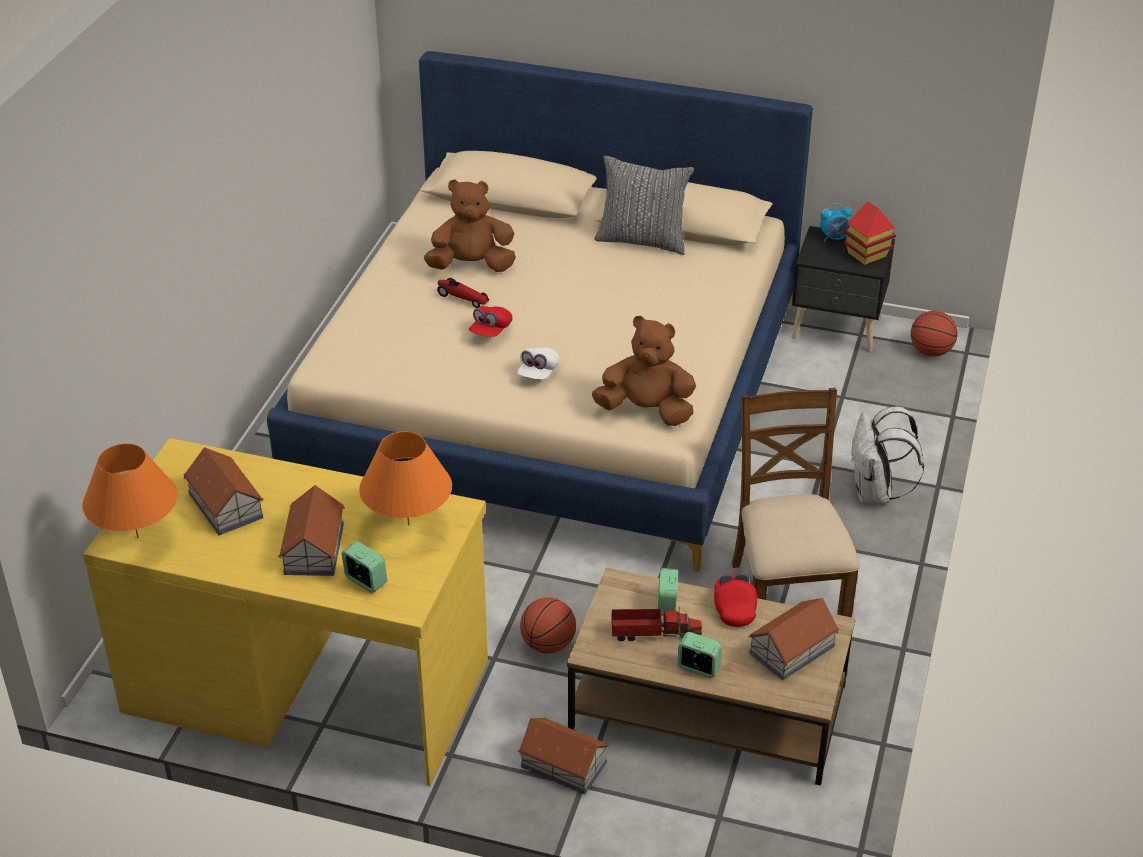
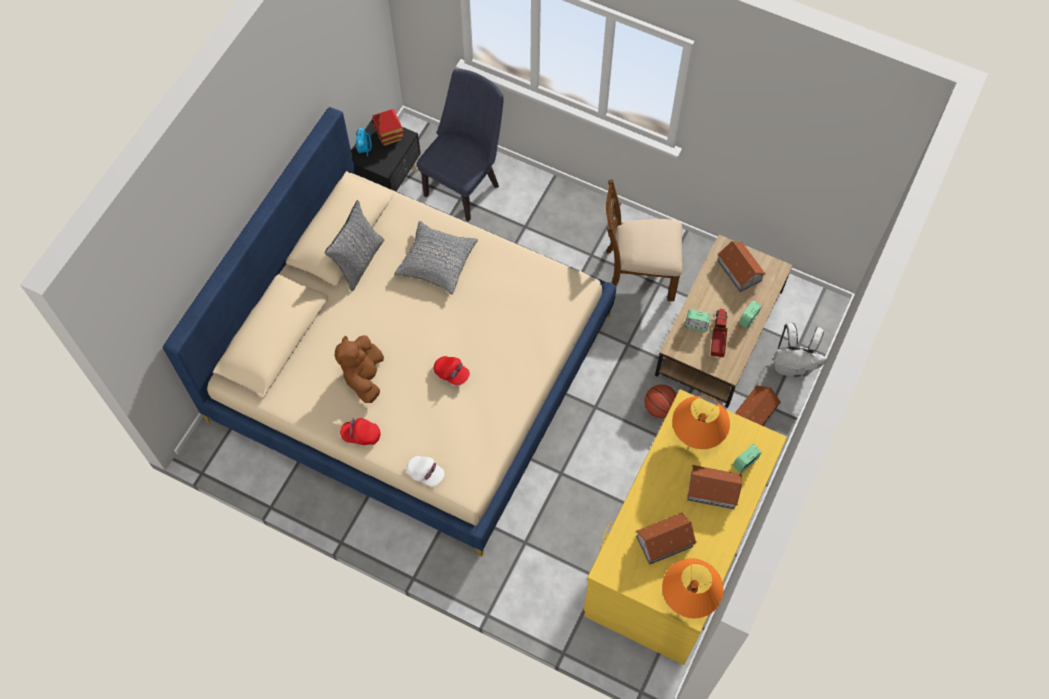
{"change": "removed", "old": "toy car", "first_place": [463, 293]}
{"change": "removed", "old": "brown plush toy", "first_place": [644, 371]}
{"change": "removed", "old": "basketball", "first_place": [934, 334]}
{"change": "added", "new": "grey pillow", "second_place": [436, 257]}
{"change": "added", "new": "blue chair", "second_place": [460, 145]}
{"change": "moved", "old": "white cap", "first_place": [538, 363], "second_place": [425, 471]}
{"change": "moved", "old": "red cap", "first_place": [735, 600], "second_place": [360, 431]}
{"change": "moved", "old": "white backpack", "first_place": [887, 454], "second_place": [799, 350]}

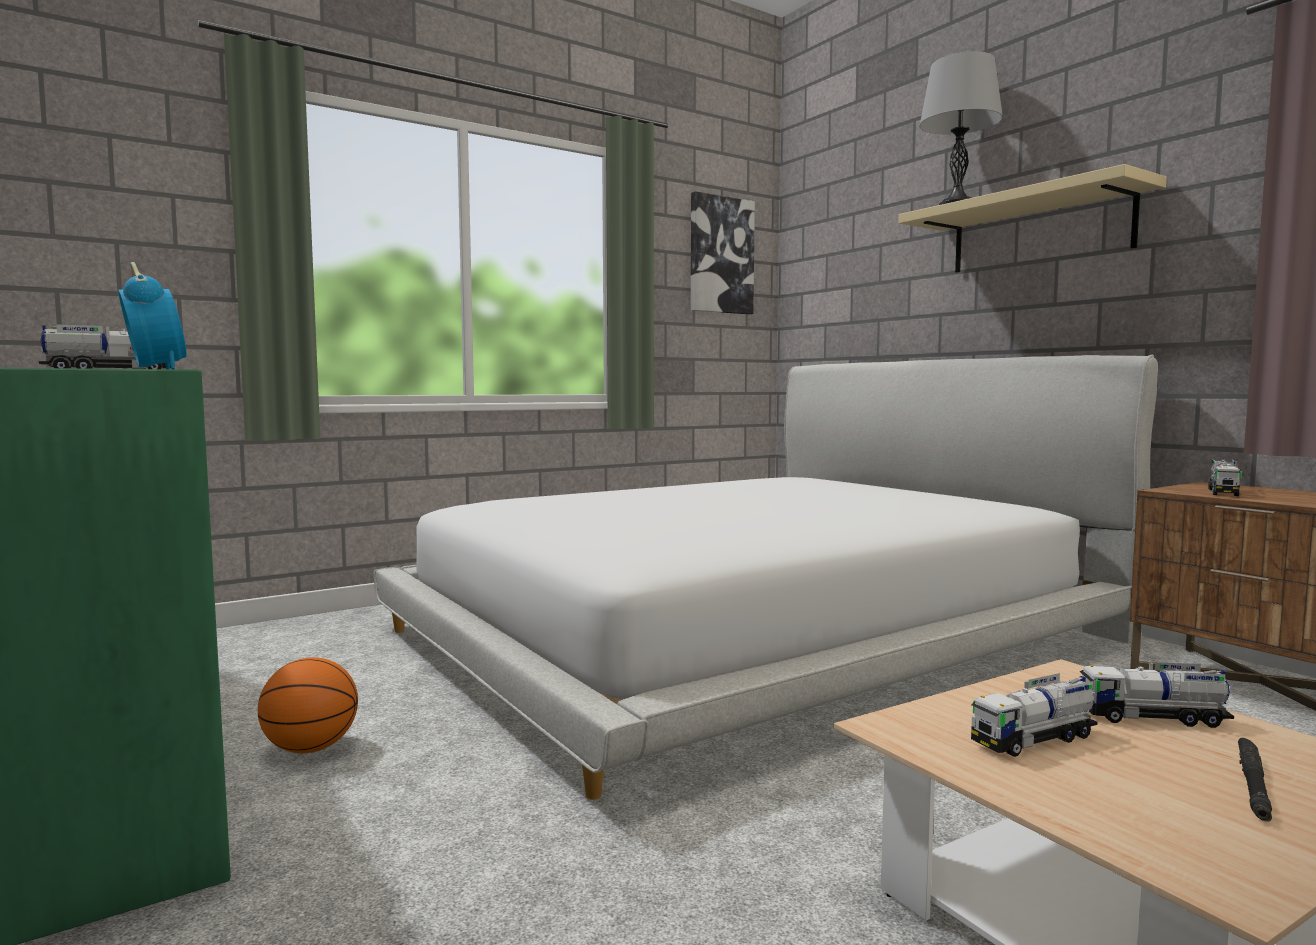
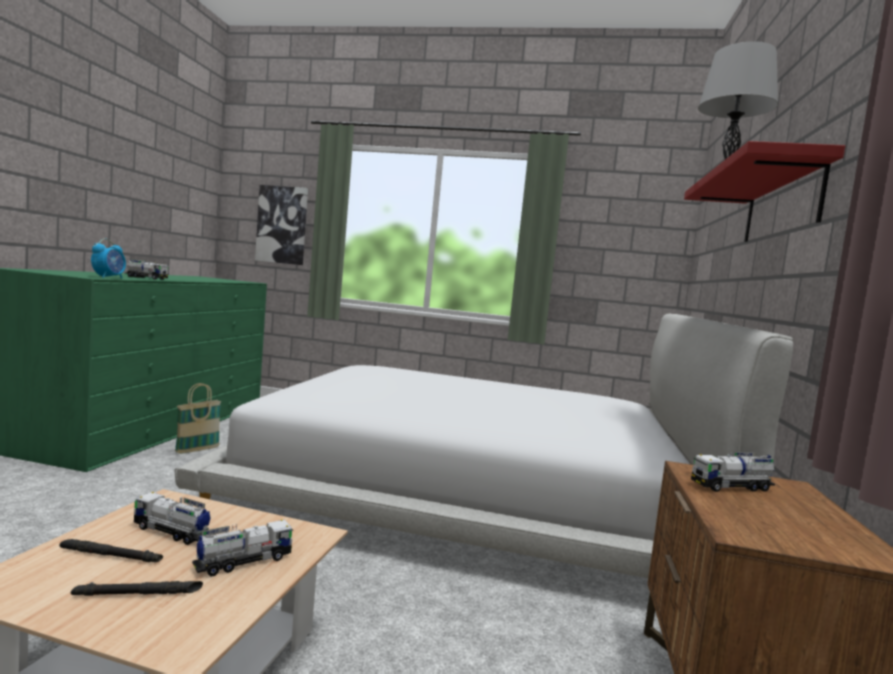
{"change": "added", "new": "black flashlight", "second_place": [111, 550]}
{"change": "moved", "old": "picture", "first_place": [723, 252], "second_place": [281, 225]}
{"change": "replaced", "old": "basketball", "new": "basket", "first_place": [308, 705], "second_place": [198, 418]}
{"change": "recoloured", "old": "beige shelf", "new": "red shelf", "first_place": [1032, 218], "second_place": [764, 191]}
{"change": "turned", "old": "toy truck", "first_place": [1157, 695], "second_place": [243, 548], "degrees": 90}

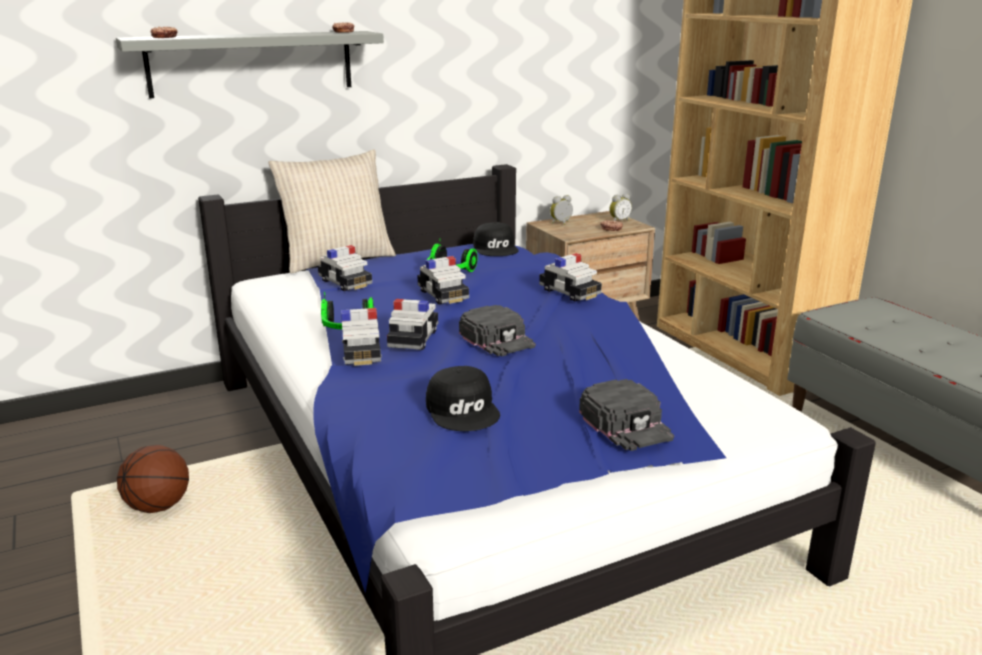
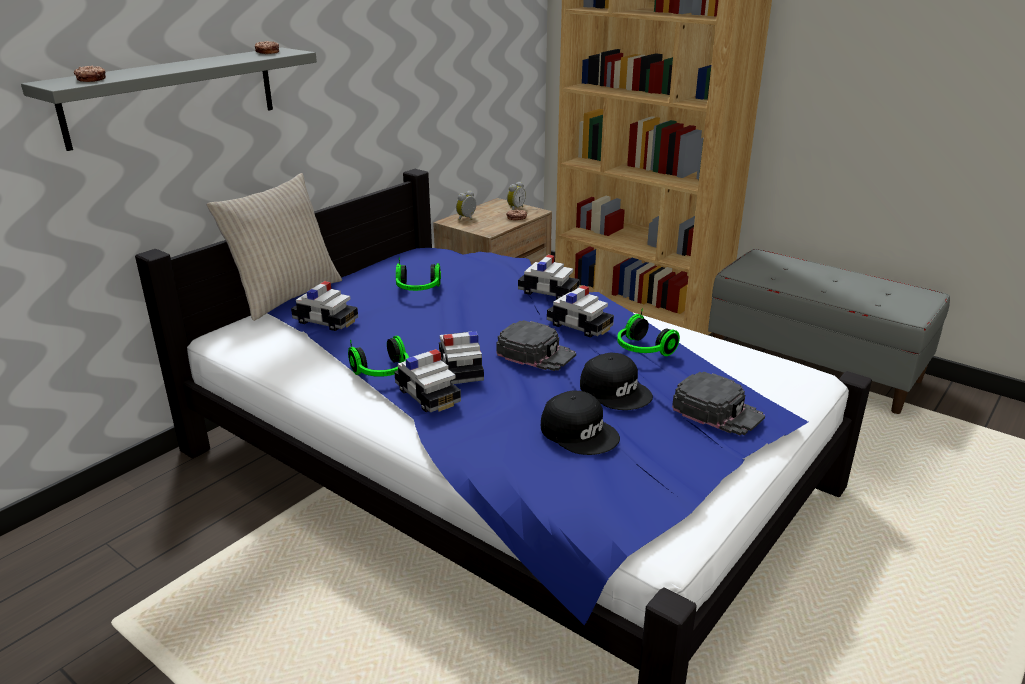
{"change": "removed", "old": "basketball", "first_place": [153, 479]}
{"change": "added", "new": "headphones", "second_place": [648, 332]}
{"change": "moved", "old": "toy car", "first_place": [443, 280], "second_place": [580, 311]}
{"change": "moved", "old": "black cap", "first_place": [496, 239], "second_place": [616, 381]}

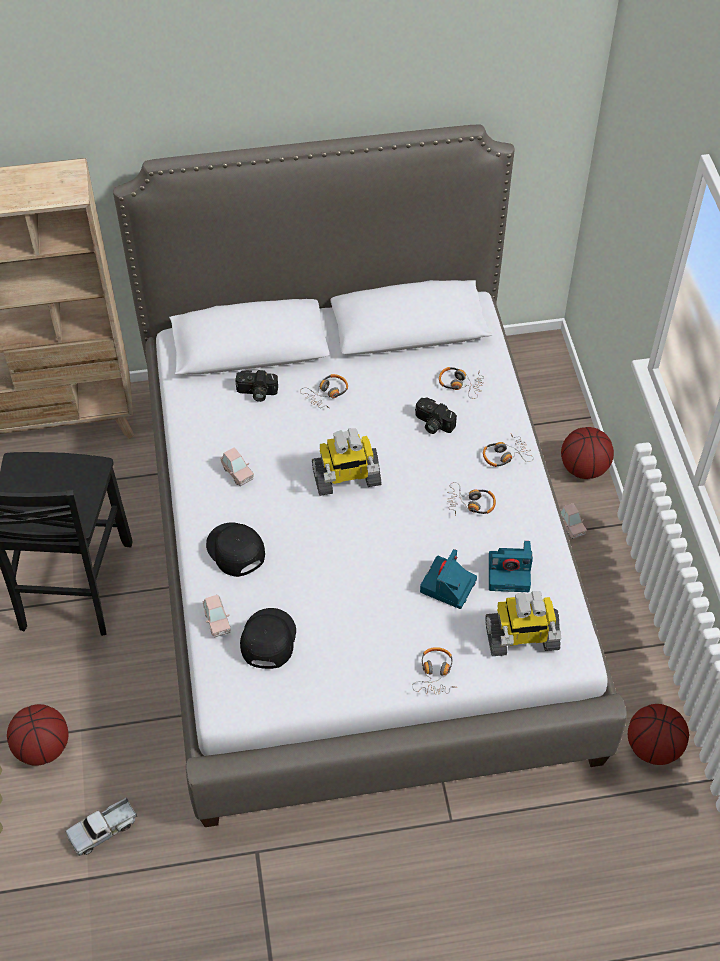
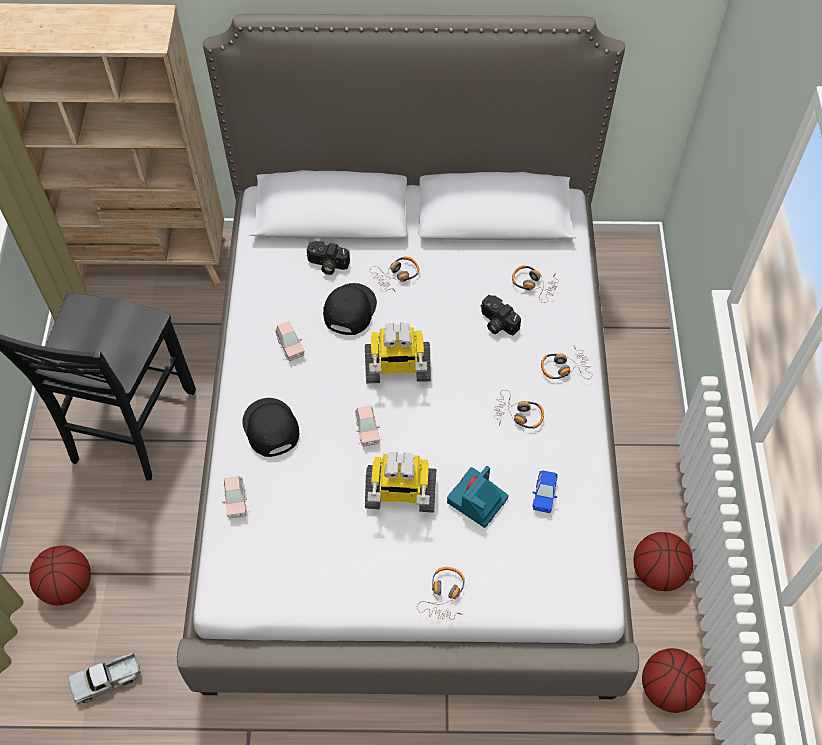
{"change": "moved", "old": "black cap", "first_place": [268, 638], "second_place": [350, 309]}
{"change": "moved", "old": "toy robot", "first_place": [523, 623], "second_place": [400, 482]}
{"change": "moved", "old": "pink toy car", "first_place": [573, 521], "second_place": [367, 426]}
{"change": "moved", "old": "basketball", "first_place": [587, 453], "second_place": [663, 561]}
{"change": "replaced", "old": "photo camera", "new": "blue toy car", "first_place": [511, 566], "second_place": [545, 491]}

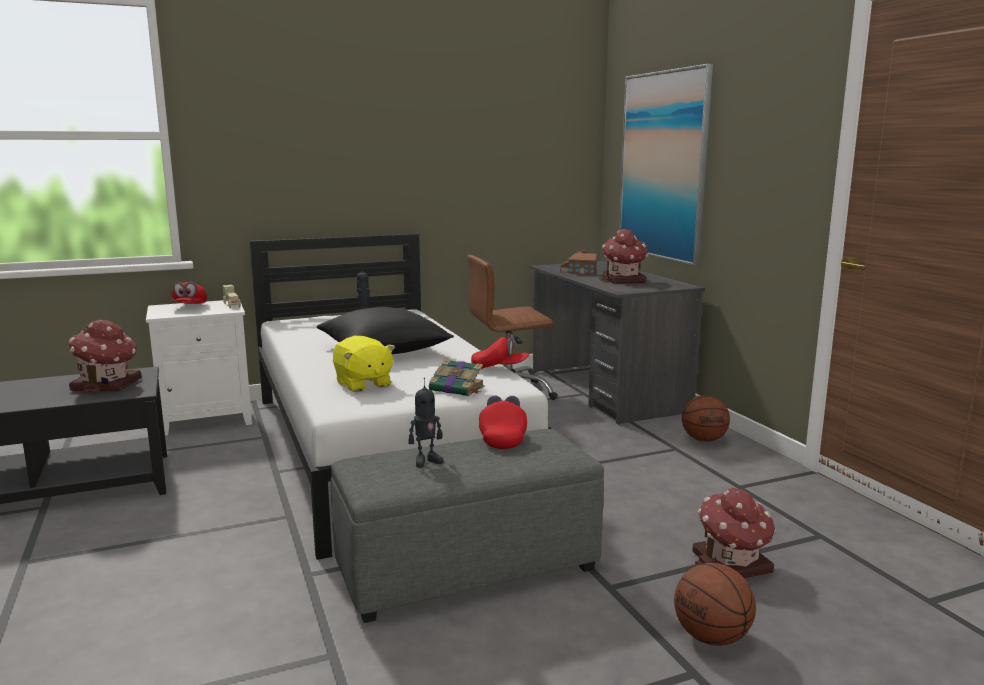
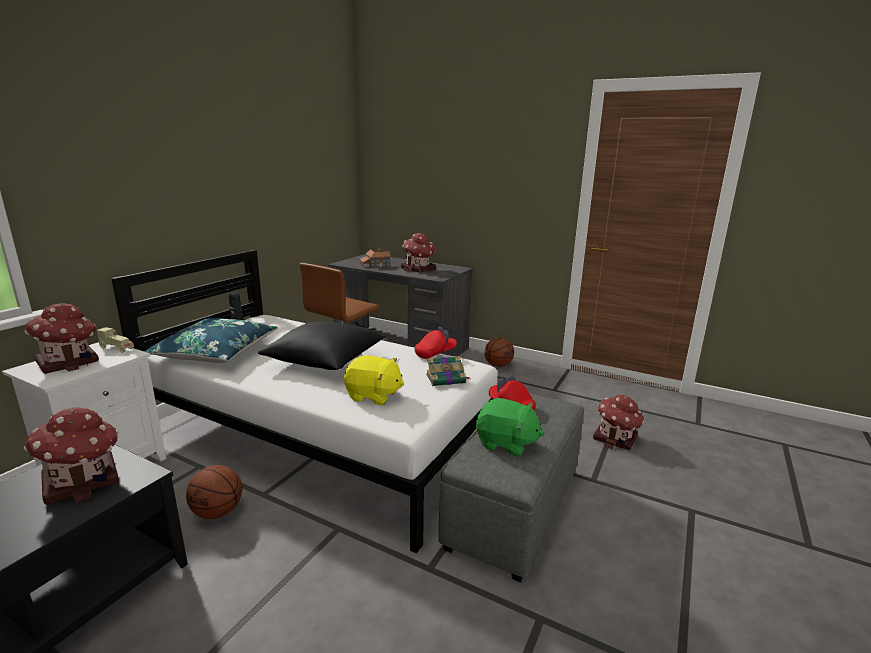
{"change": "removed", "old": "picture", "first_place": [666, 165]}
{"change": "added", "new": "blue pillow", "second_place": [211, 340]}
{"change": "moved", "old": "basketball", "first_place": [715, 604], "second_place": [214, 492]}
{"change": "replaced", "old": "red cap", "new": "toy house", "first_place": [189, 293], "second_place": [62, 338]}
{"change": "replaced", "old": "toy robot", "new": "green plush toy", "first_place": [426, 423], "second_place": [509, 427]}

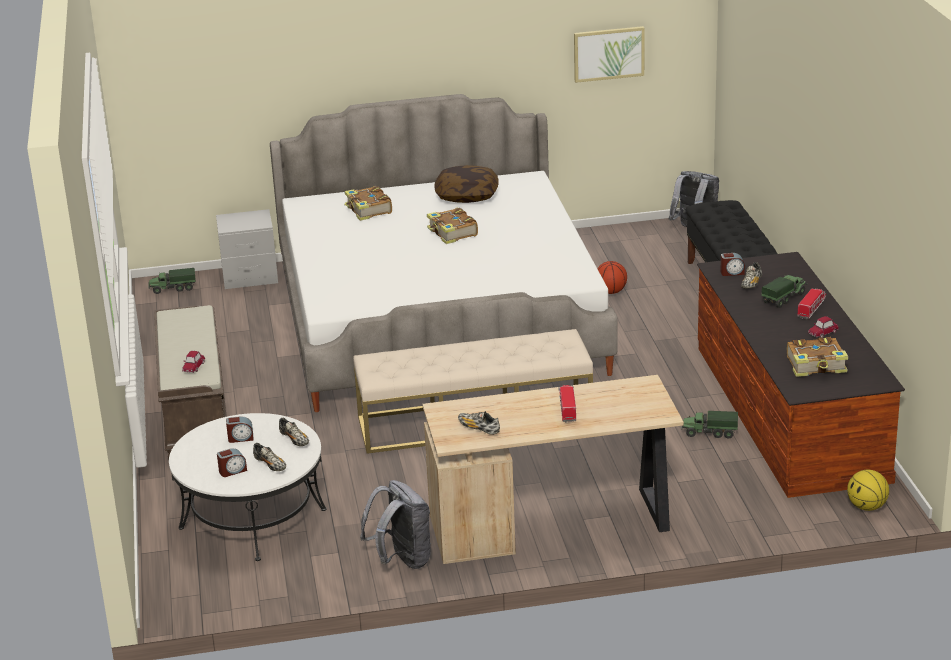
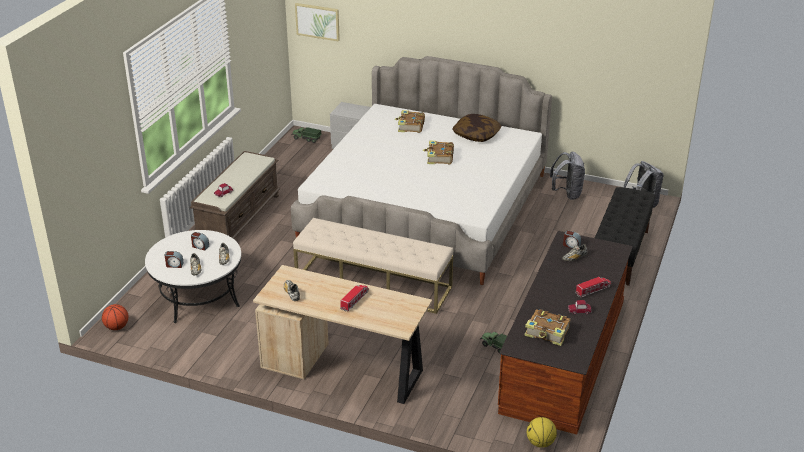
{"change": "removed", "old": "toy truck", "first_place": [784, 291]}
{"change": "moved", "old": "grey backpack", "first_place": [395, 524], "second_place": [567, 176]}
{"change": "moved", "old": "picture", "first_place": [609, 54], "second_place": [317, 22]}
{"change": "moved", "old": "basketball", "first_place": [612, 277], "second_place": [115, 317]}

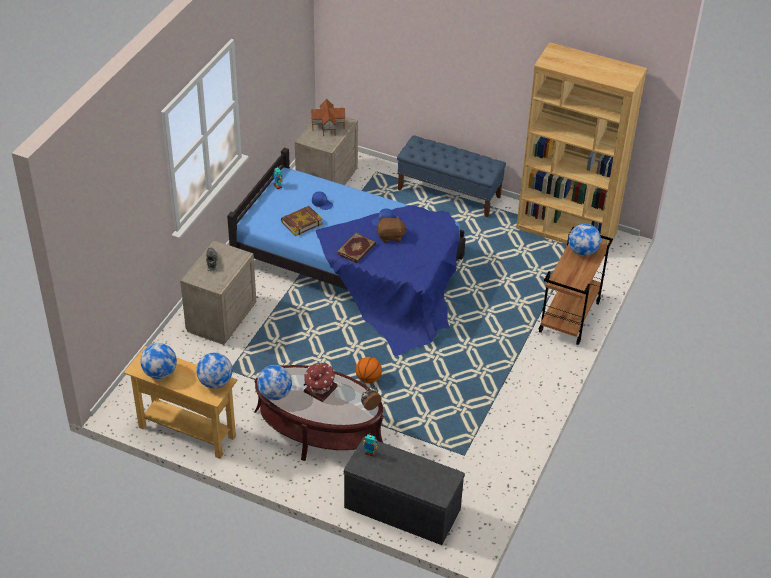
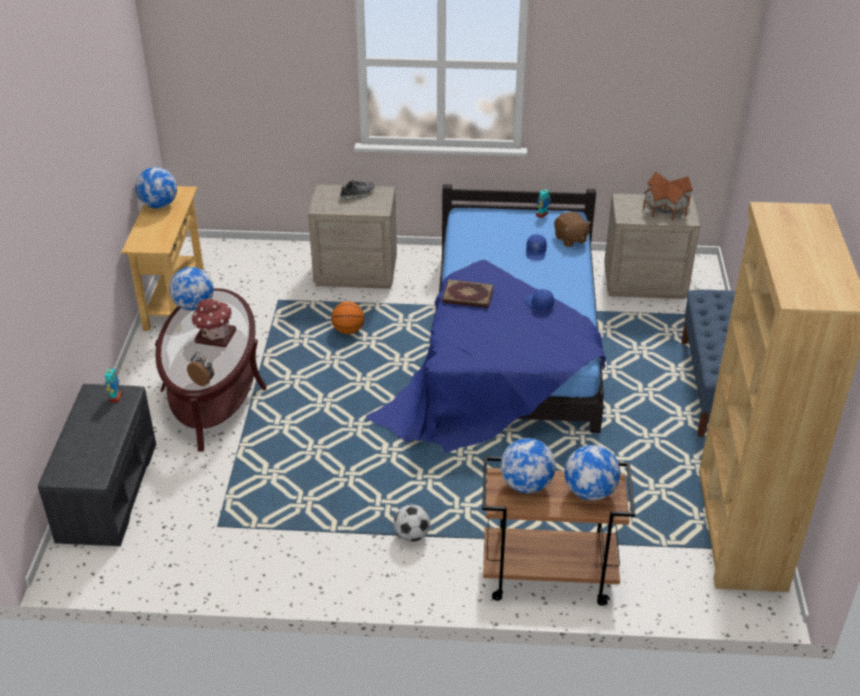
{"change": "removed", "old": "book", "first_place": [302, 221]}
{"change": "added", "new": "football", "second_place": [412, 523]}
{"change": "moved", "old": "globe", "first_place": [214, 371], "second_place": [528, 465]}
{"change": "moved", "old": "basketball", "first_place": [369, 370], "second_place": [347, 317]}
{"change": "moved", "old": "brown plush toy", "first_place": [391, 229], "second_place": [572, 229]}

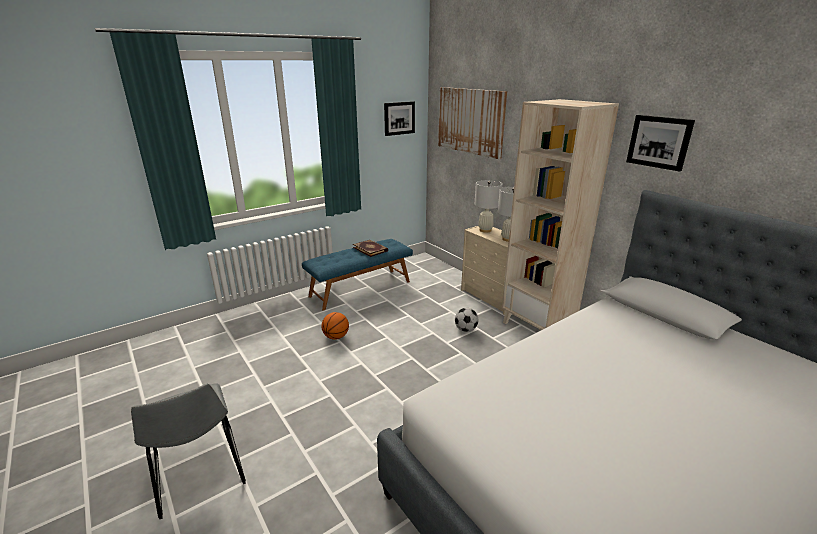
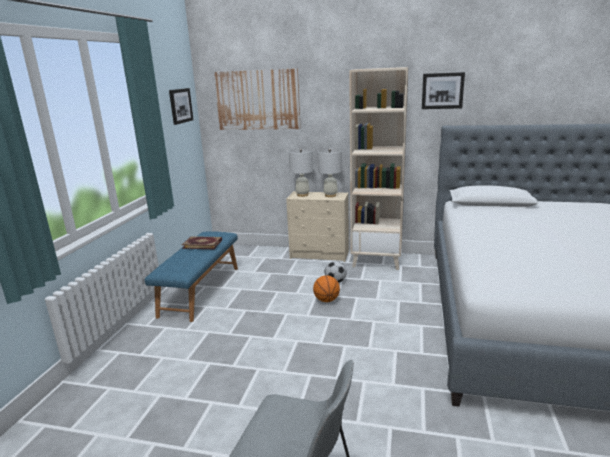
{"change": "moved", "old": "basketball", "first_place": [335, 326], "second_place": [326, 288]}

